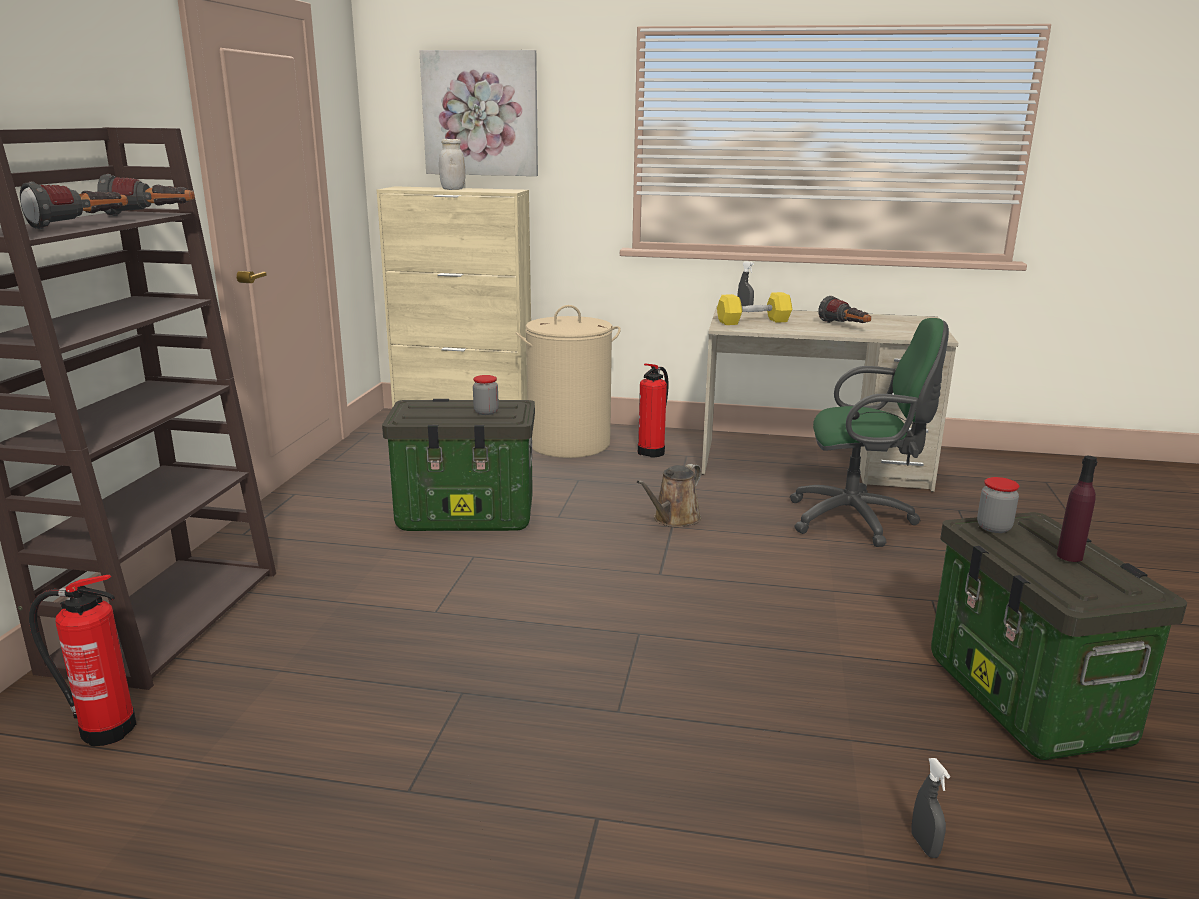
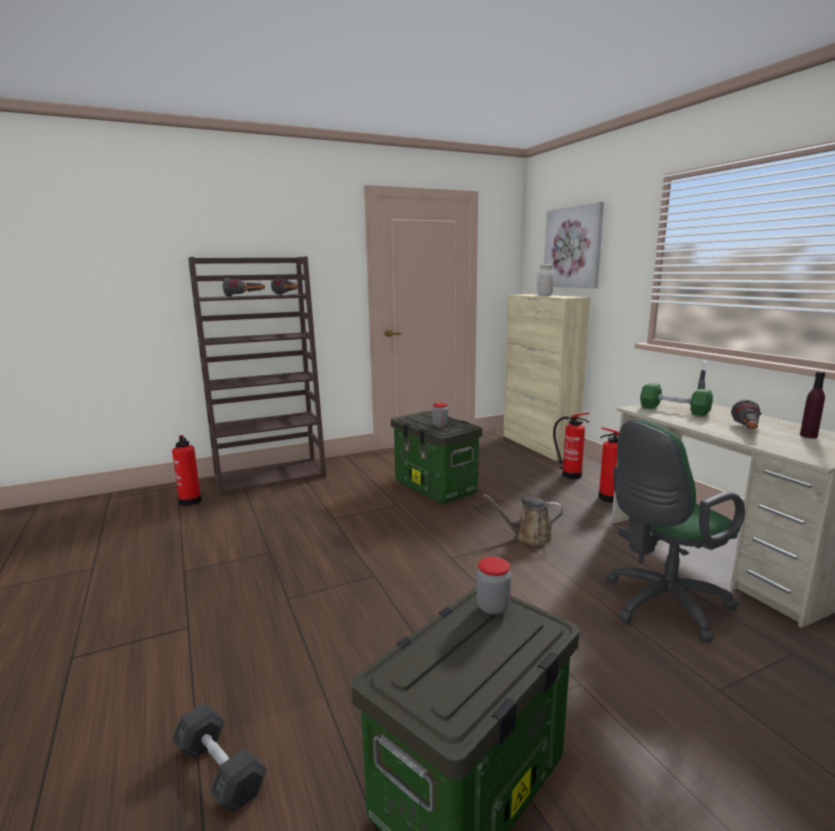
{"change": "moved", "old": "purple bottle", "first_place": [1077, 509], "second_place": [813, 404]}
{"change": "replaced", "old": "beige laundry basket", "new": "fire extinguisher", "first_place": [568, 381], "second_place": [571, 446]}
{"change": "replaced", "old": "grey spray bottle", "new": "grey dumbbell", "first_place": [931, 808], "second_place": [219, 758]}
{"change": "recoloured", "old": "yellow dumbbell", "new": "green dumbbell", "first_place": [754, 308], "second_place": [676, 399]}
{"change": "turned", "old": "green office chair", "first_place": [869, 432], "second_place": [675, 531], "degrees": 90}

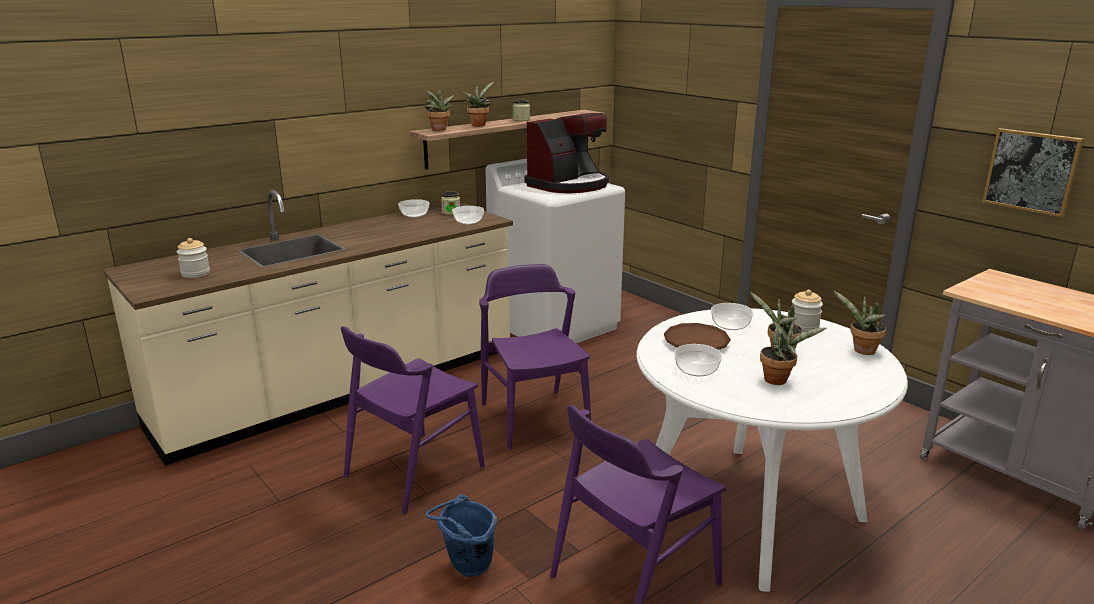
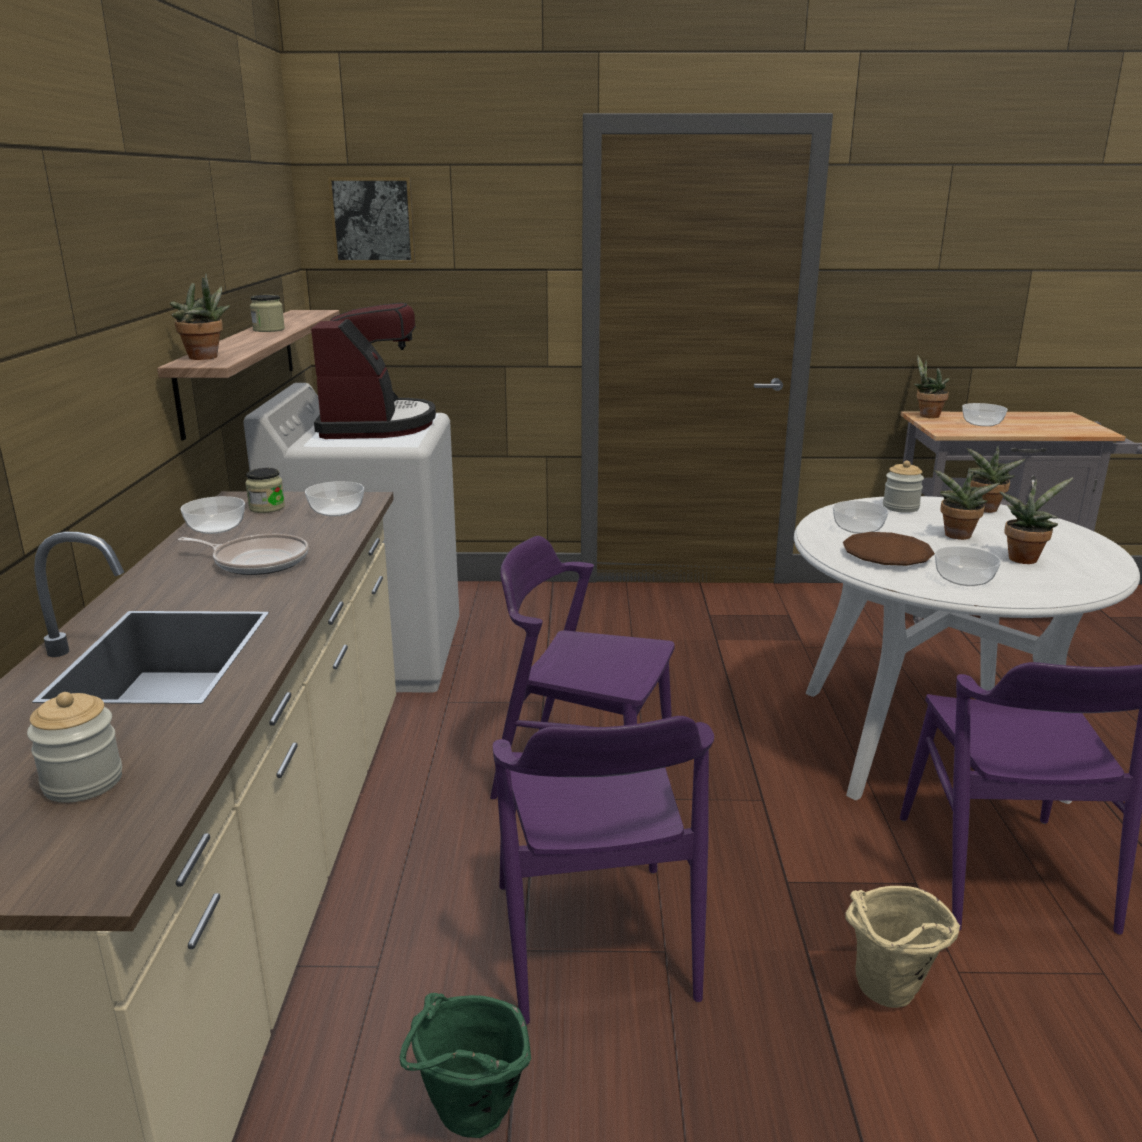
{"change": "added", "new": "frying pan", "second_place": [243, 554]}
{"change": "added", "new": "green bucket", "second_place": [465, 1065]}
{"change": "added", "new": "bowl", "second_place": [985, 415]}
{"change": "moved", "old": "potted plant", "first_place": [477, 104], "second_place": [932, 386]}
{"change": "moved", "old": "picture", "first_place": [1033, 172], "second_place": [371, 220]}
{"change": "recoloured", "old": "blue bucket", "new": "beige bucket", "first_place": [461, 535], "second_place": [903, 947]}

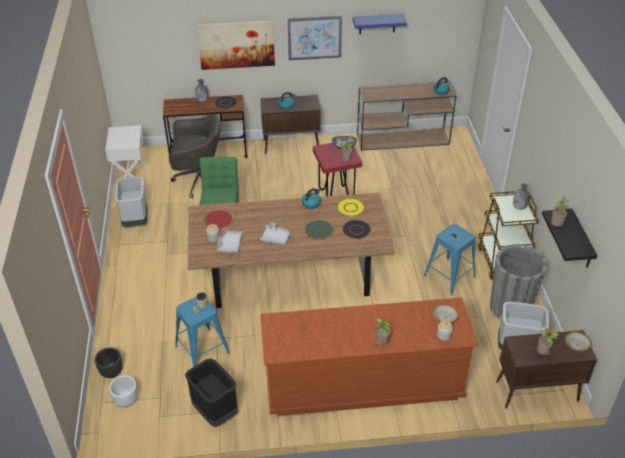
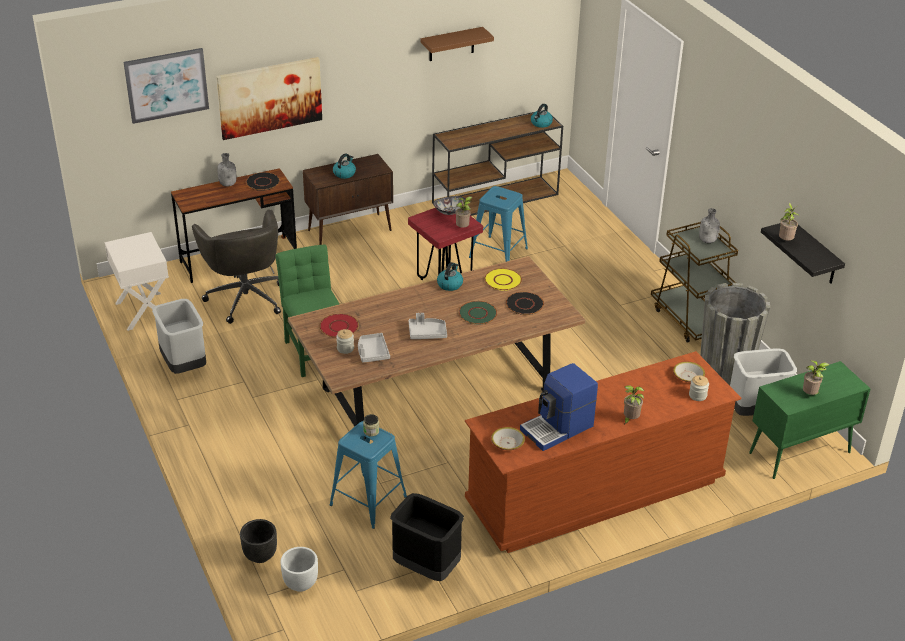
{"change": "added", "new": "coffee machine", "second_place": [559, 407]}
{"change": "moved", "old": "picture", "first_place": [315, 38], "second_place": [166, 86]}
{"change": "moved", "old": "blue stool", "first_place": [449, 259], "second_place": [498, 224]}
{"change": "moved", "old": "bowl", "first_place": [578, 342], "second_place": [508, 438]}
{"change": "recoloured", "old": "blue shelf", "new": "brown shelf", "first_place": [379, 24], "second_place": [457, 44]}
{"change": "recoloured", "old": "brown cabinet", "new": "green cabinet", "first_place": [546, 369], "second_place": [810, 420]}
{"change": "turned", "old": "grey office chair", "first_place": [195, 156], "second_place": [236, 266], "degrees": 90}

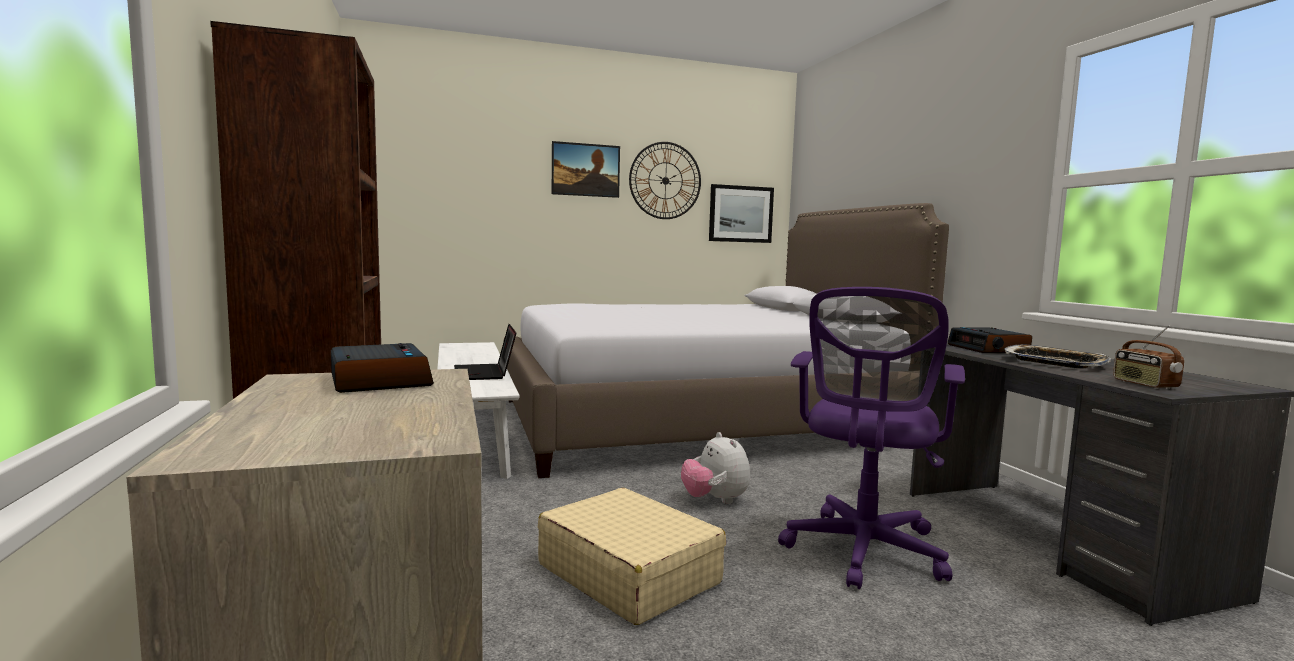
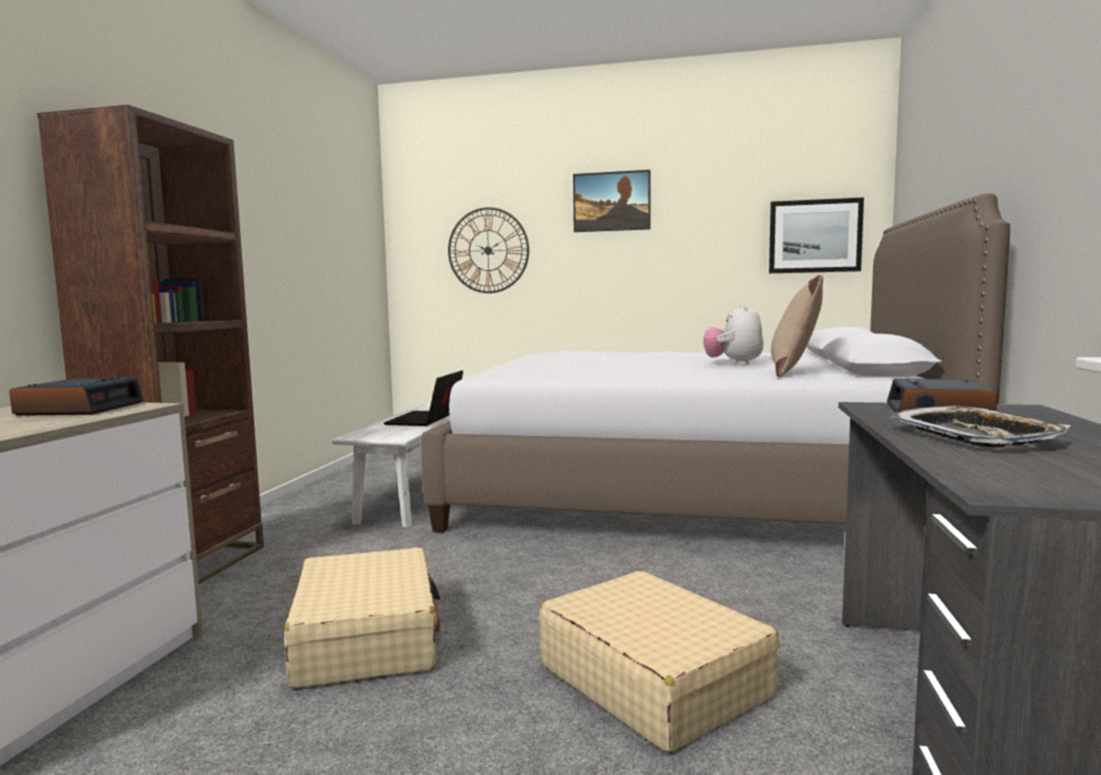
{"change": "removed", "old": "radio", "first_place": [1148, 357]}
{"change": "added", "new": "beige pillow", "second_place": [797, 326]}
{"change": "moved", "old": "wall clock", "first_place": [665, 180], "second_place": [488, 250]}
{"change": "moved", "old": "plush toy", "first_place": [715, 468], "second_place": [733, 335]}
{"change": "replaced", "old": "purple office chair", "new": "beige suitcase", "first_place": [871, 438], "second_place": [659, 661]}

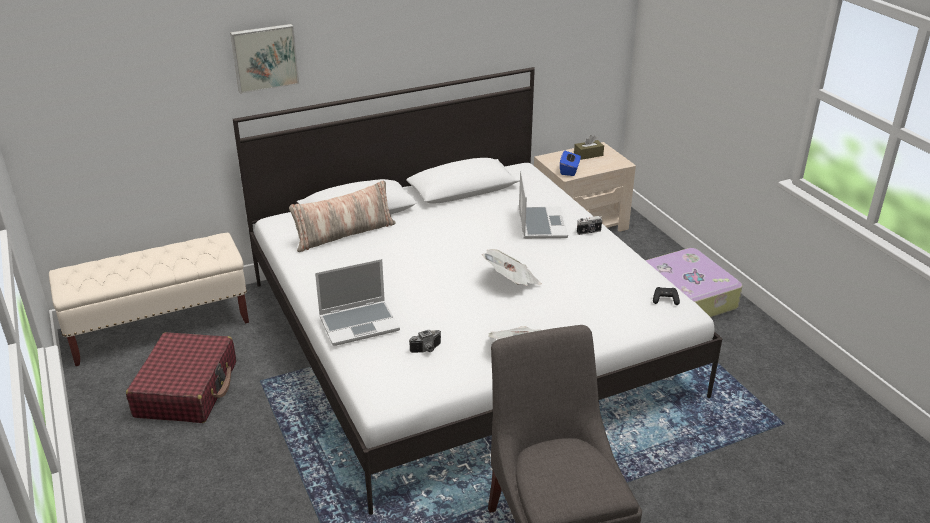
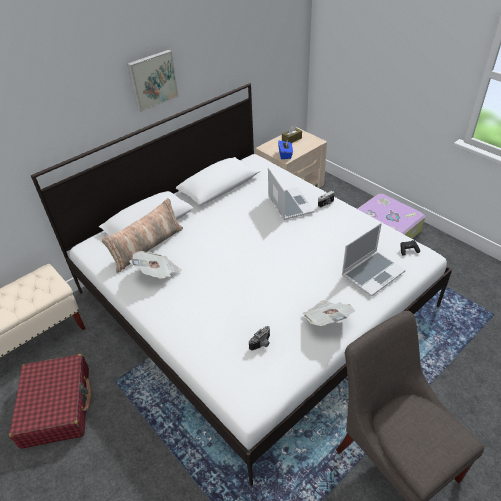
{"change": "moved", "old": "picture", "first_place": [264, 59], "second_place": [153, 81]}
{"change": "moved", "old": "laptop", "first_place": [357, 302], "second_place": [374, 260]}
{"change": "moved", "old": "newspaper", "first_place": [512, 267], "second_place": [155, 265]}

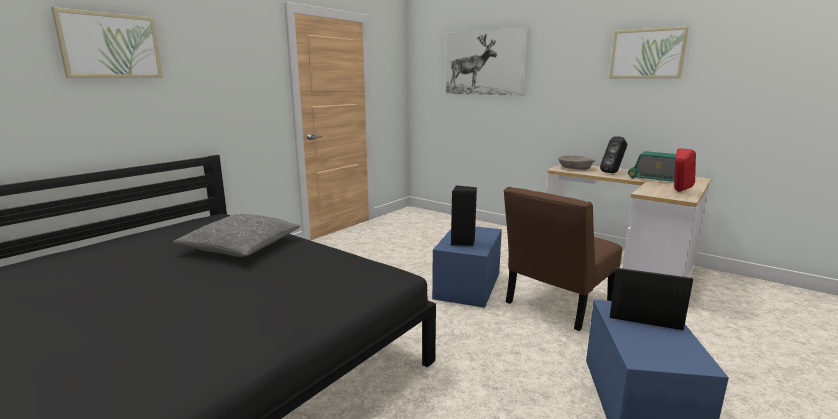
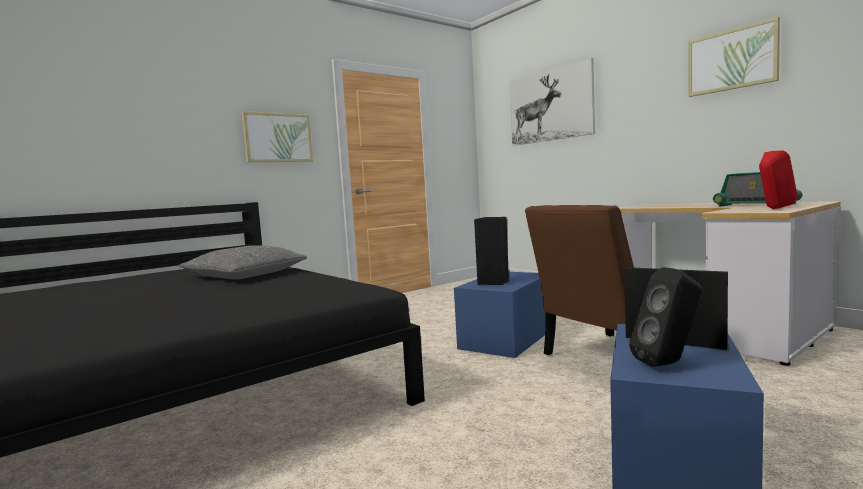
{"change": "removed", "old": "beige bowl", "first_place": [576, 163]}
{"change": "moved", "old": "picture", "first_place": [107, 42], "second_place": [277, 136]}
{"change": "moved", "old": "black speaker", "first_place": [613, 154], "second_place": [665, 317]}

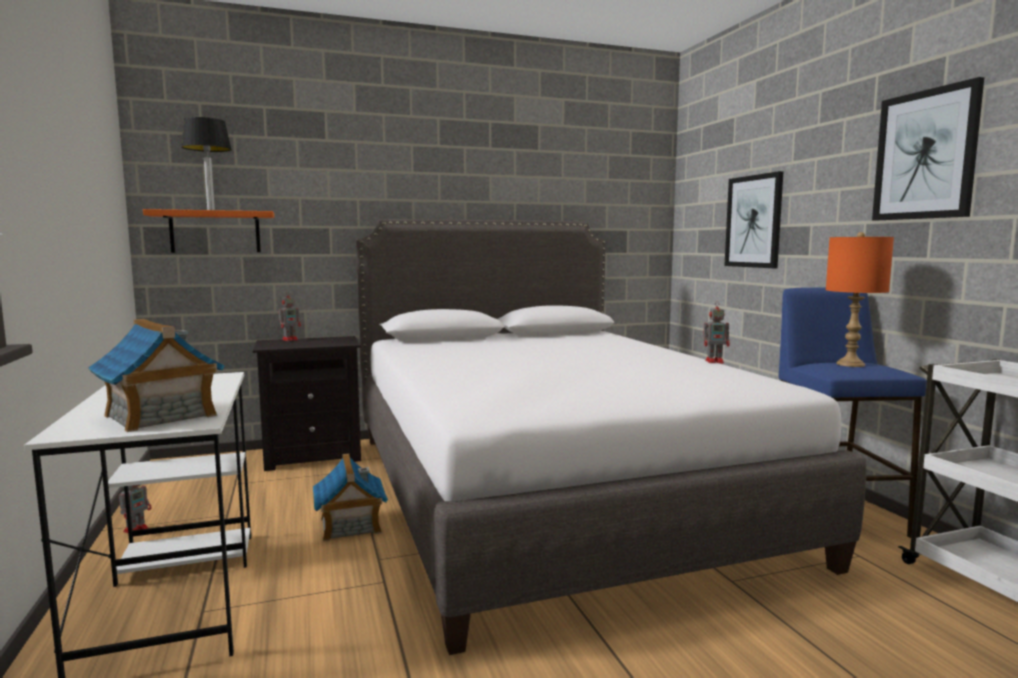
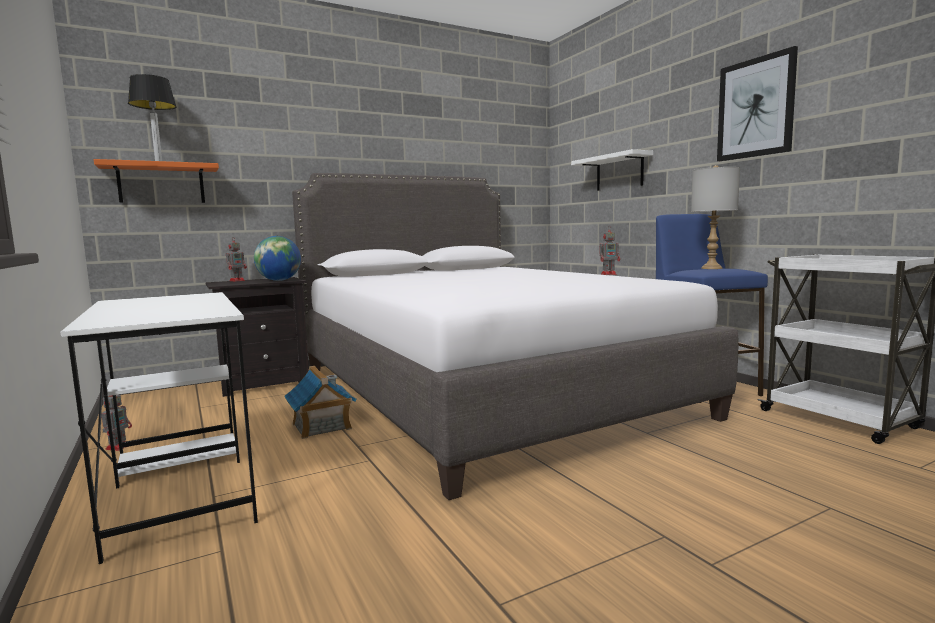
{"change": "removed", "old": "toy house", "first_place": [156, 375]}
{"change": "added", "new": "globe", "second_place": [277, 258]}
{"change": "replaced", "old": "picture", "new": "white shelf", "first_place": [753, 219], "second_place": [612, 170]}
{"change": "recoloured", "old": "orange table lamp", "new": "grey table lamp", "first_place": [860, 299], "second_place": [715, 217]}

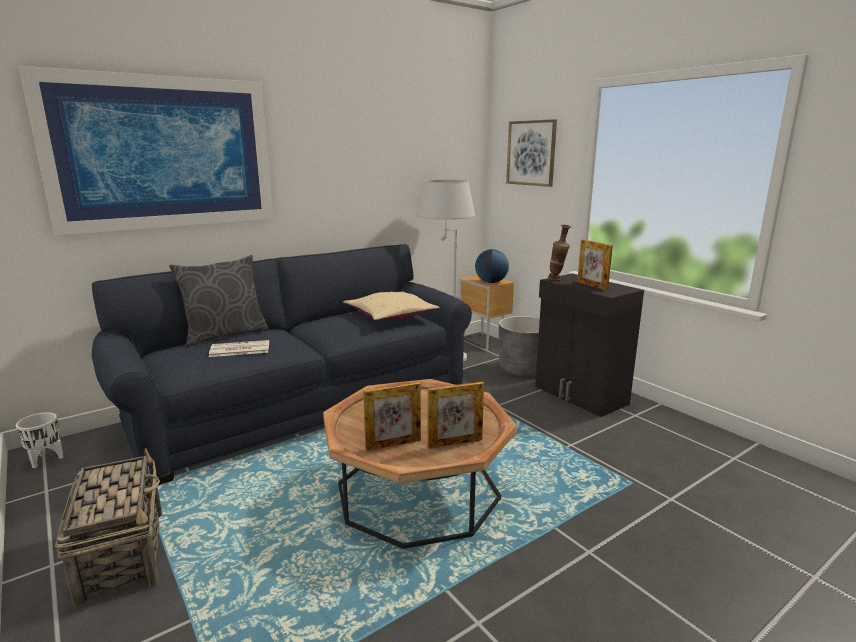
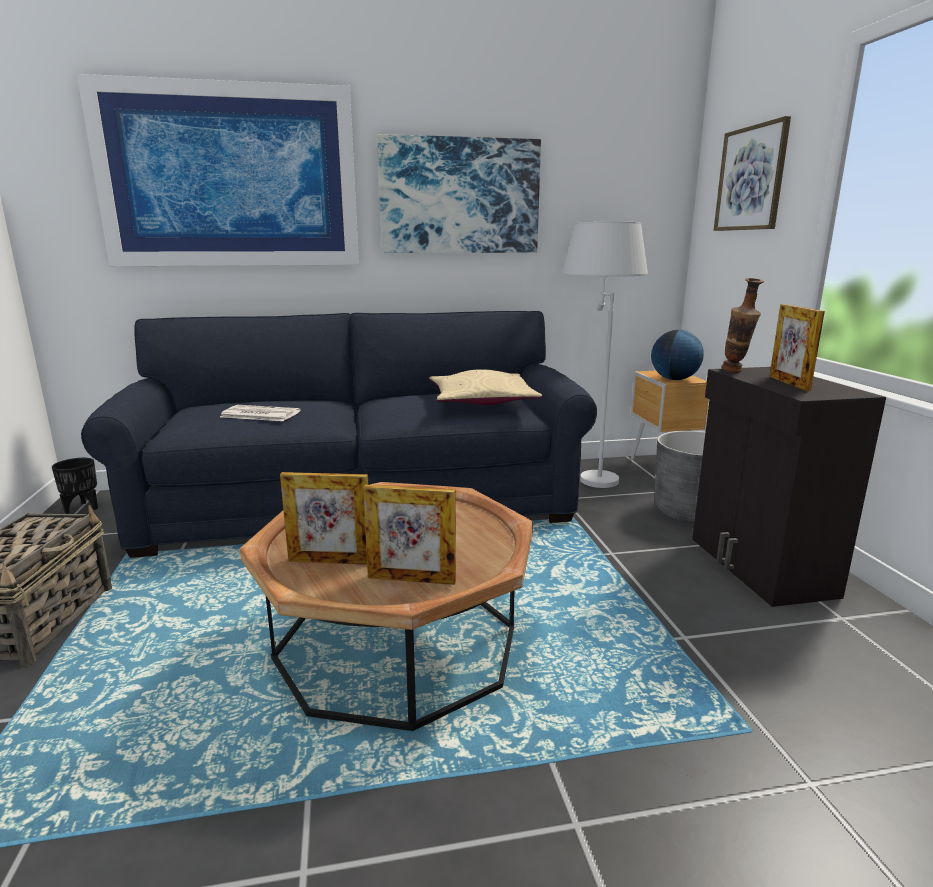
{"change": "removed", "old": "grey pillow", "first_place": [219, 300]}
{"change": "added", "new": "picture", "second_place": [459, 193]}
{"change": "recoloured", "old": "white planter", "new": "black planter", "first_place": [40, 440], "second_place": [75, 486]}

